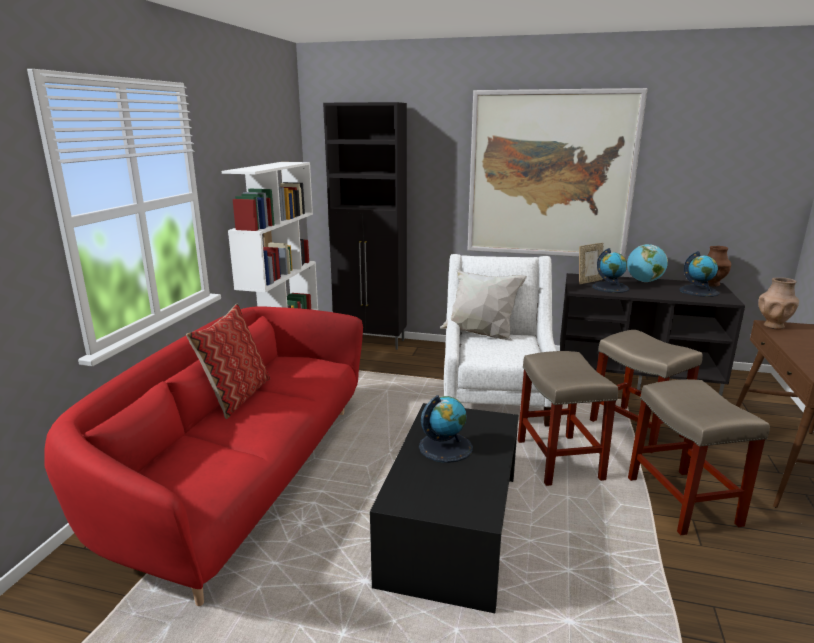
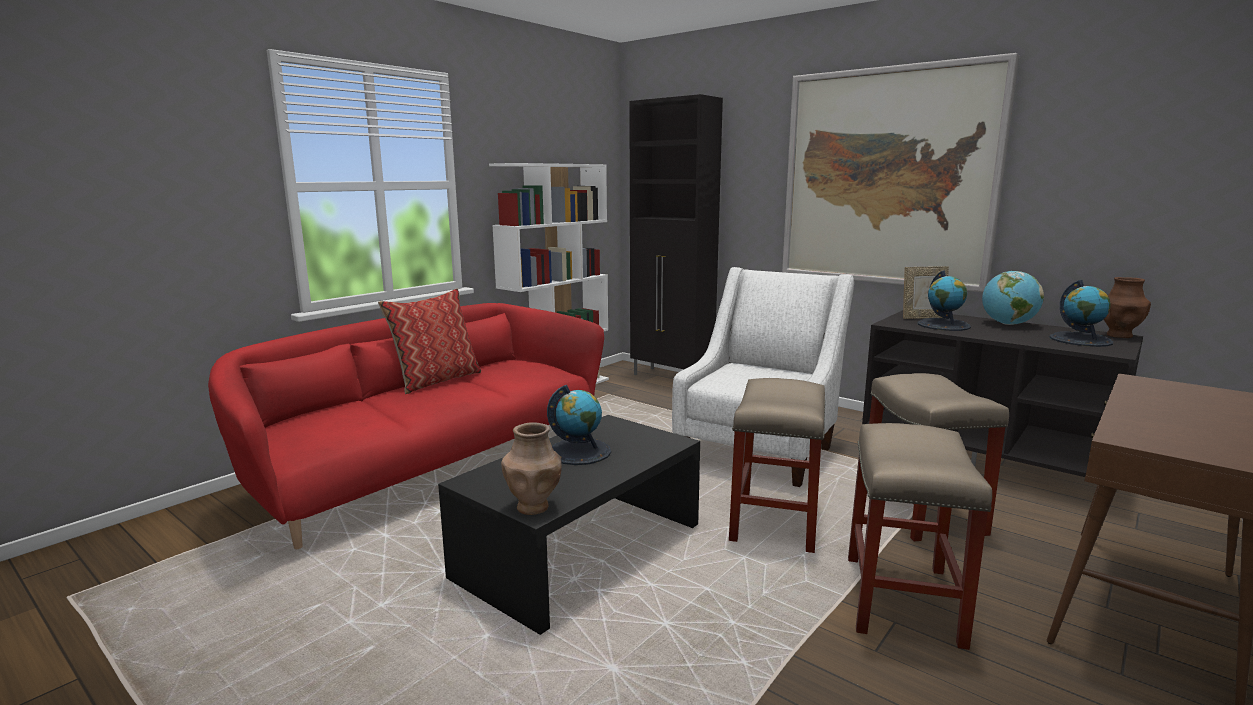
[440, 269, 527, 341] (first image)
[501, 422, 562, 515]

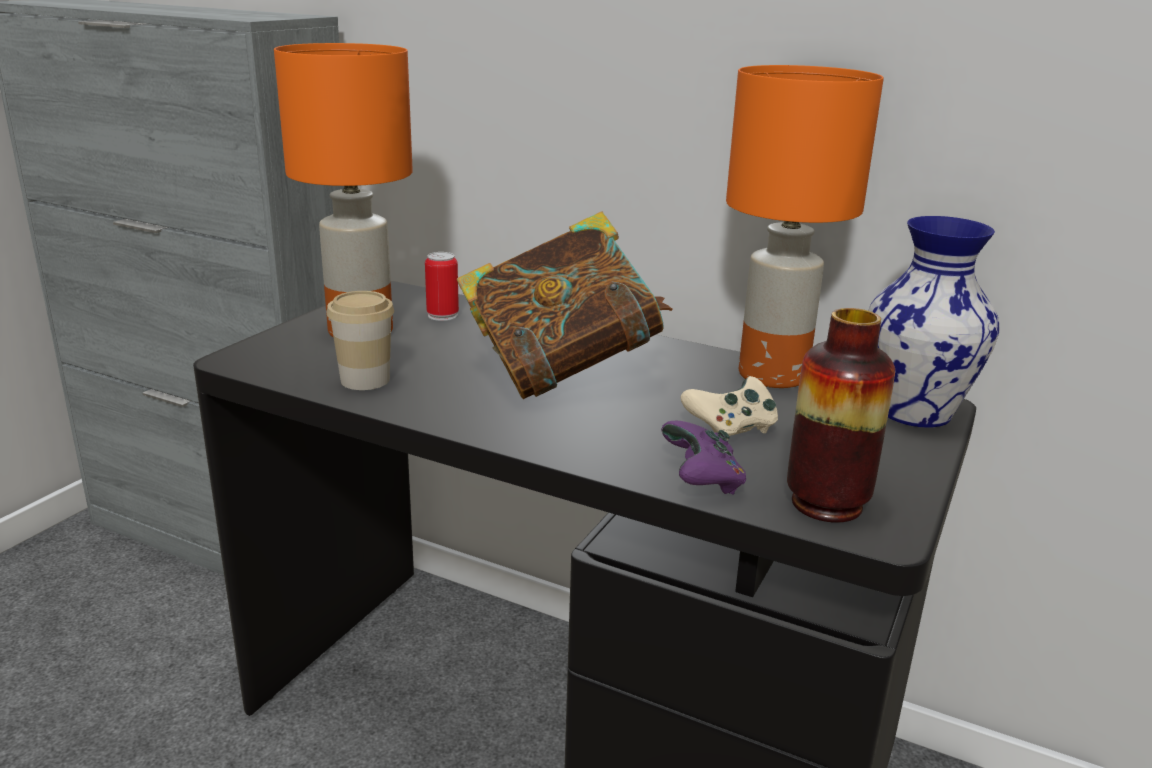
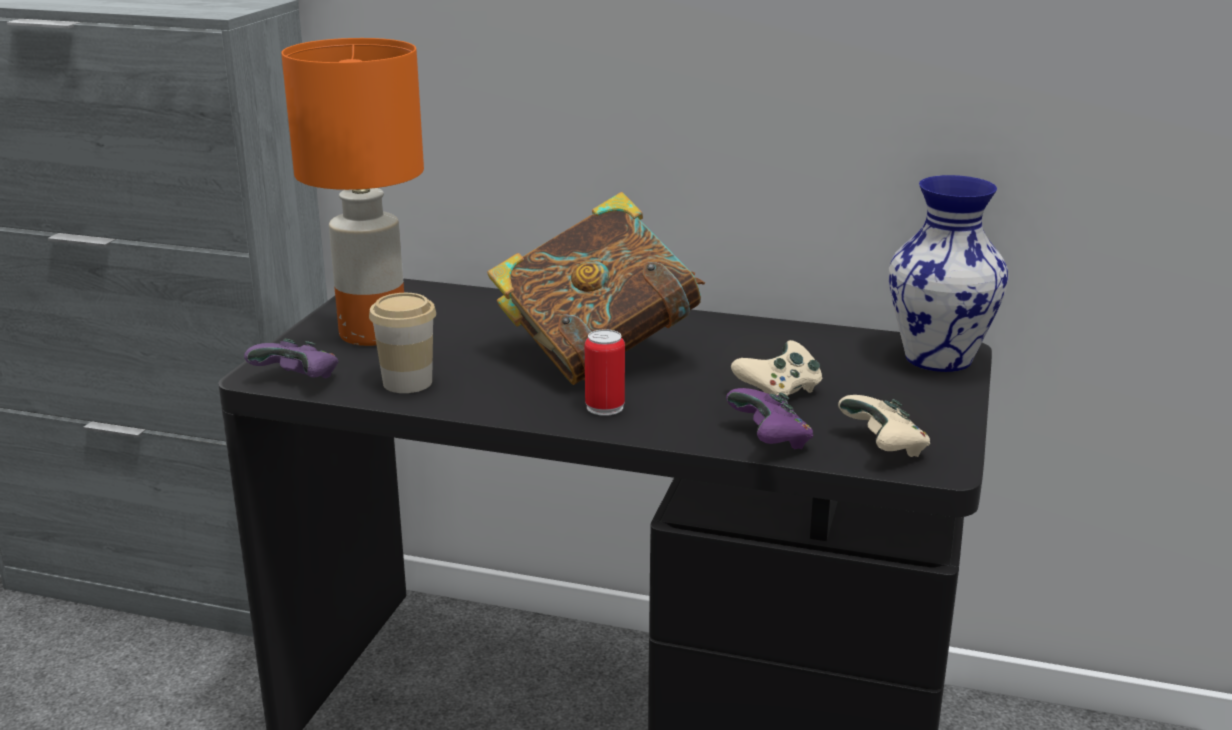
[585, 329, 625, 416]
[726, 65, 884, 388] (first image)
[838, 395, 930, 457]
[244, 339, 339, 379]

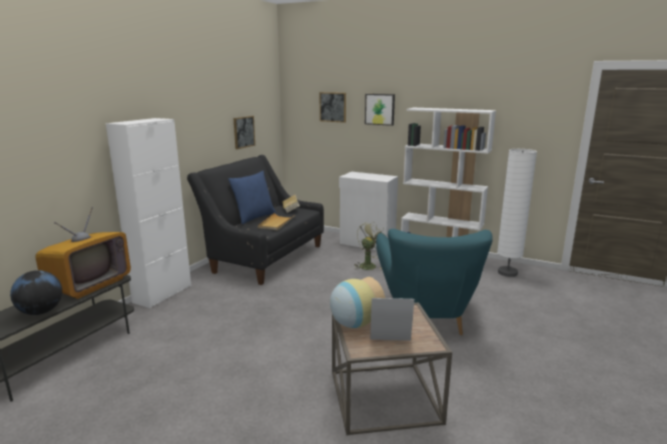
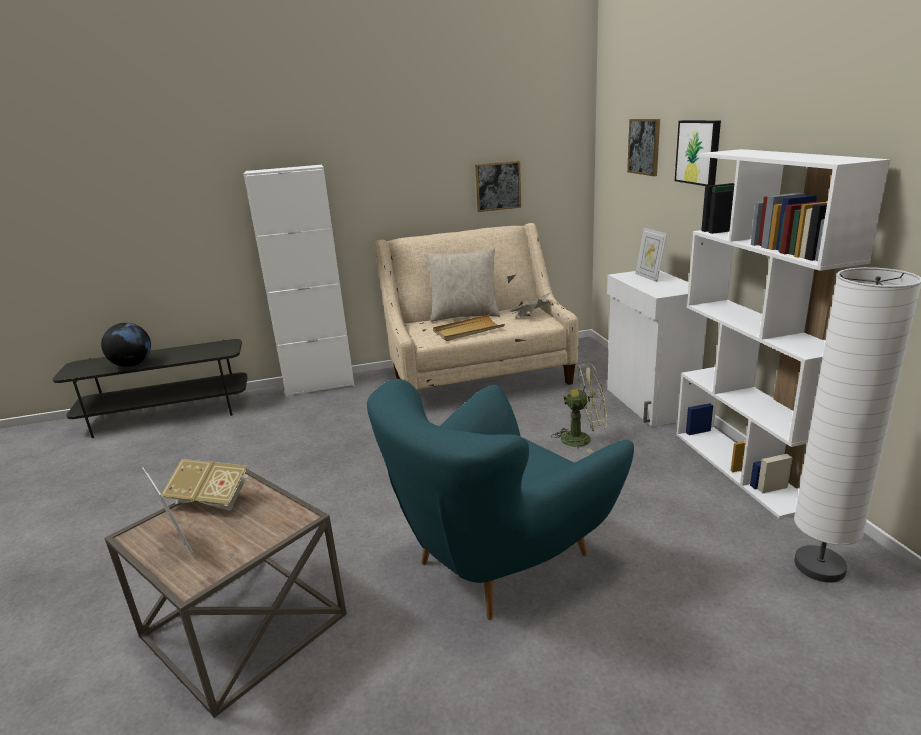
[35, 207, 131, 299] (first image)
[375, 223, 578, 391]
[426, 248, 500, 322]
[161, 459, 248, 511]
[635, 228, 667, 282]

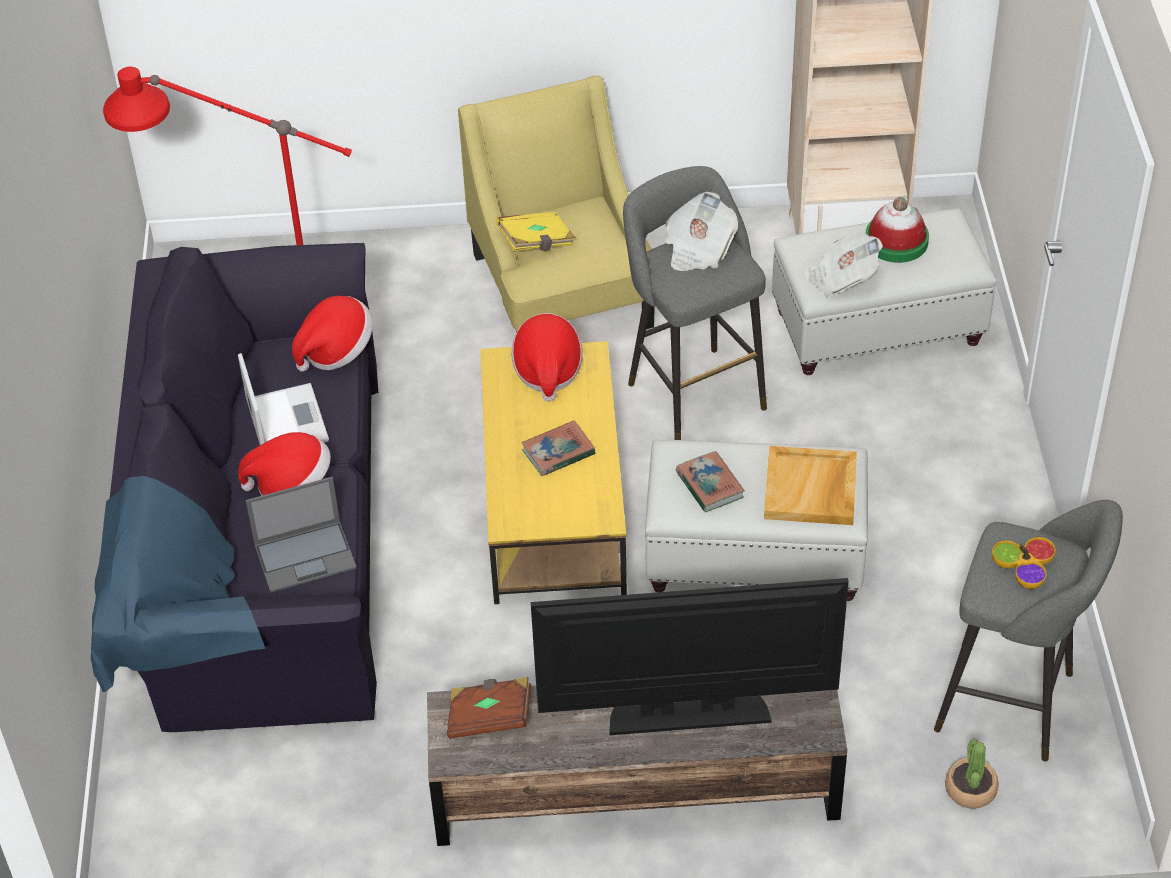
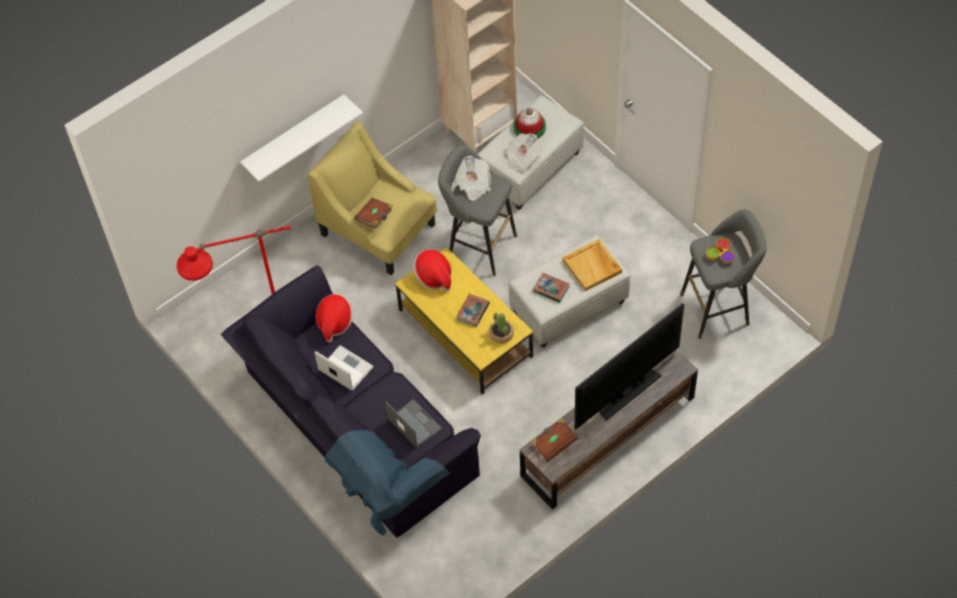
[238, 432, 331, 496] (first image)
[385, 399, 442, 448]
[354, 198, 393, 228]
[489, 313, 514, 343]
[240, 94, 363, 182]

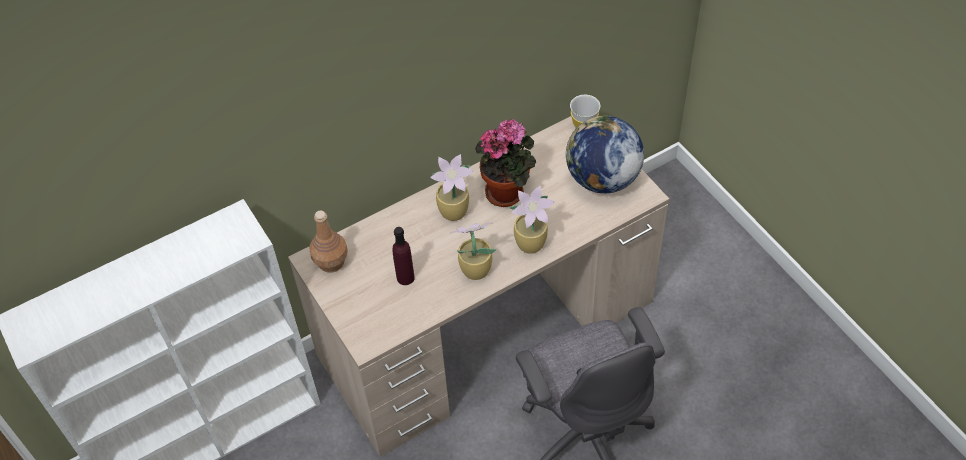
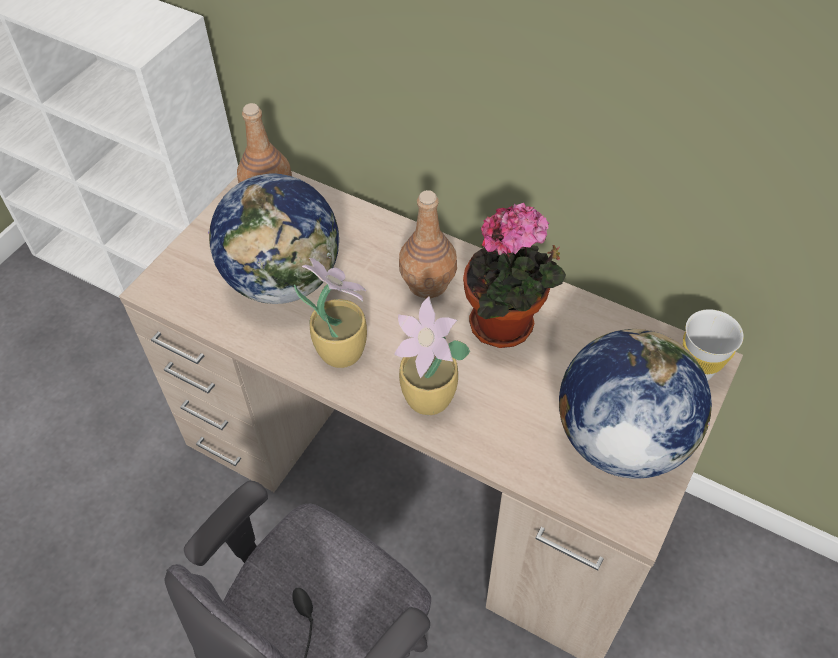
[208, 173, 339, 304]
[399, 190, 457, 298]

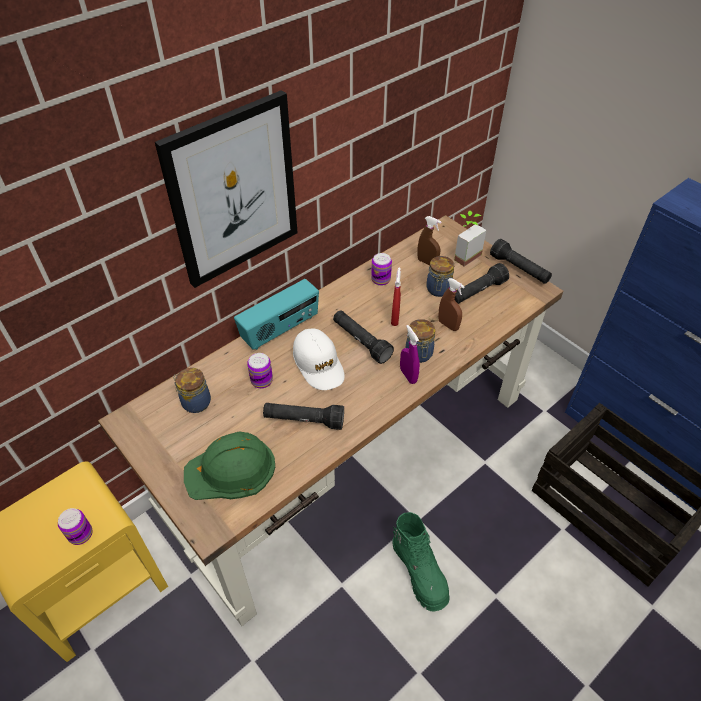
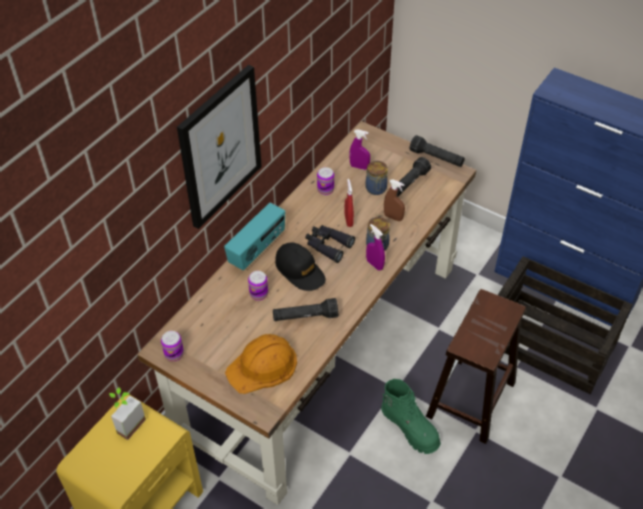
[161, 331, 184, 361]
[173, 368, 211, 413] (first image)
[225, 334, 297, 394]
[275, 242, 326, 291]
[305, 225, 355, 263]
[349, 129, 370, 170]
[109, 387, 146, 440]
[426, 289, 526, 444]

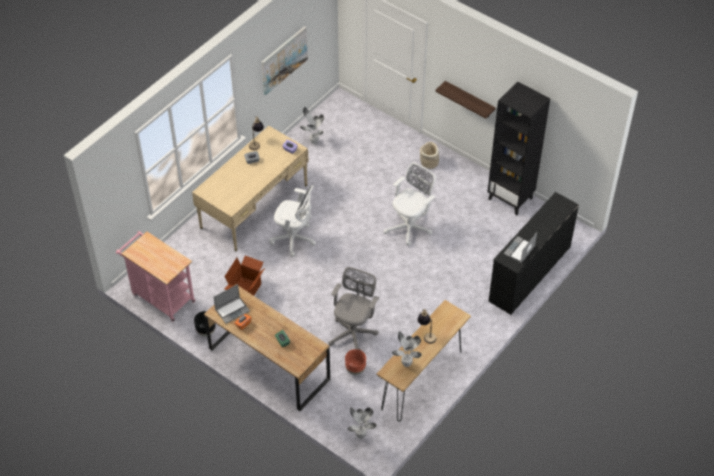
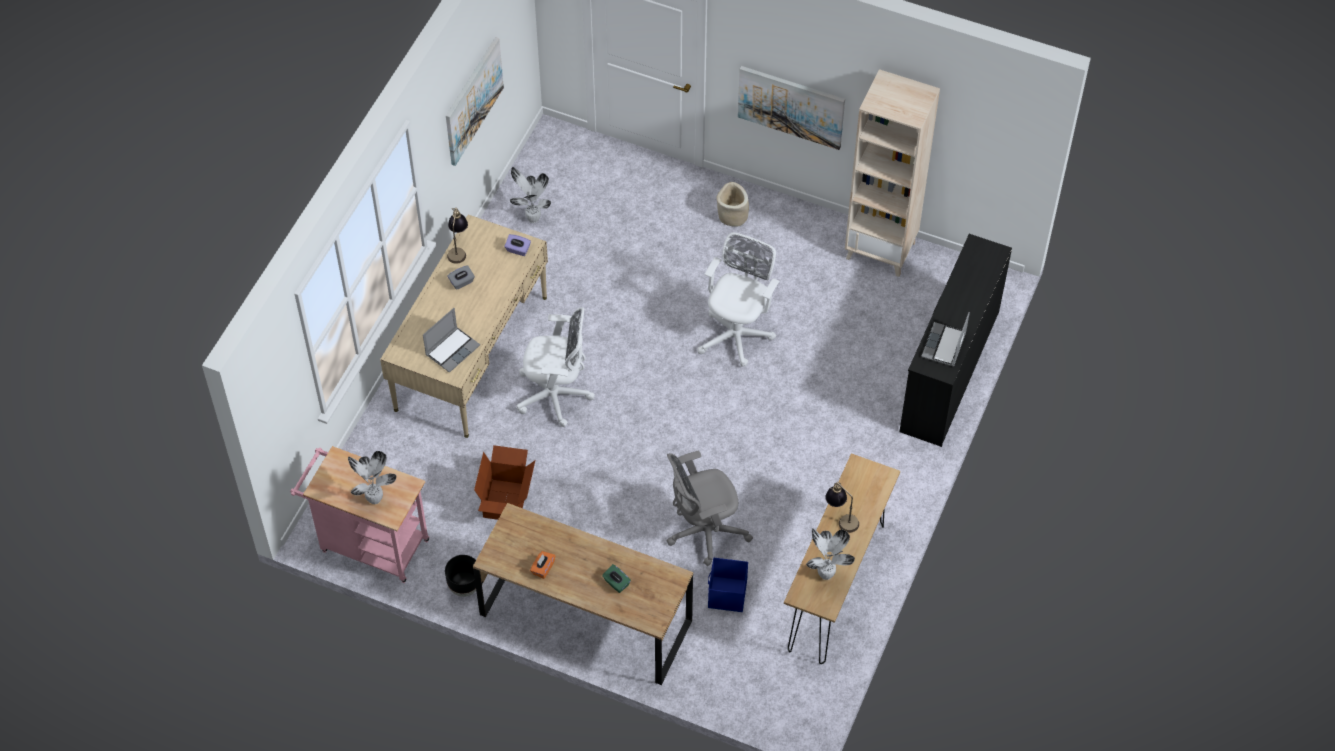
[423, 308, 480, 373]
[667, 450, 753, 566]
[708, 558, 748, 612]
[348, 451, 396, 504]
[738, 66, 845, 150]
[845, 69, 940, 277]

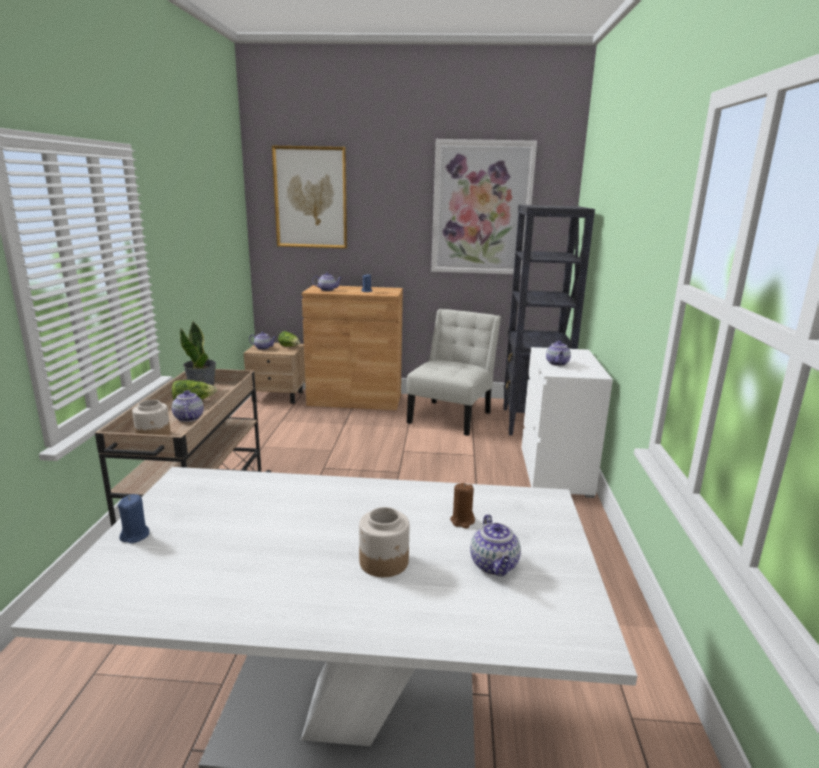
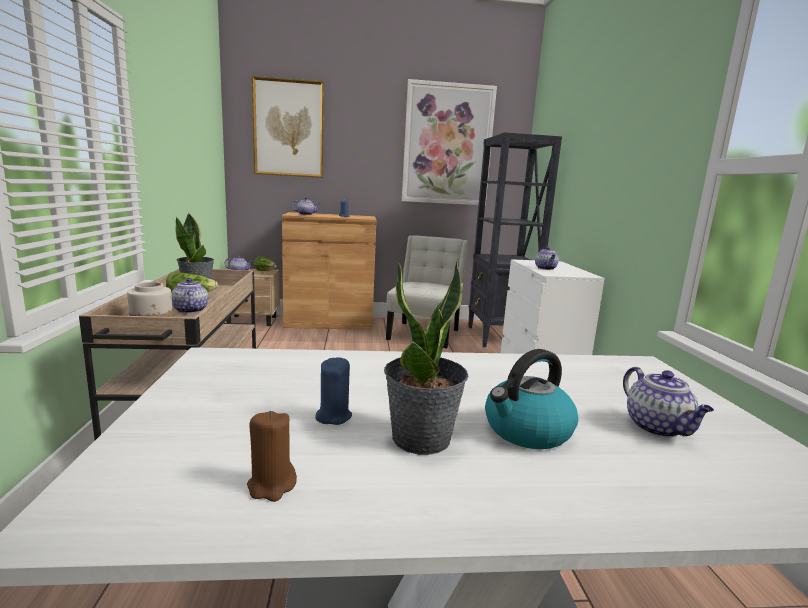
[315, 358, 352, 425]
[485, 349, 578, 449]
[247, 411, 297, 502]
[384, 259, 468, 455]

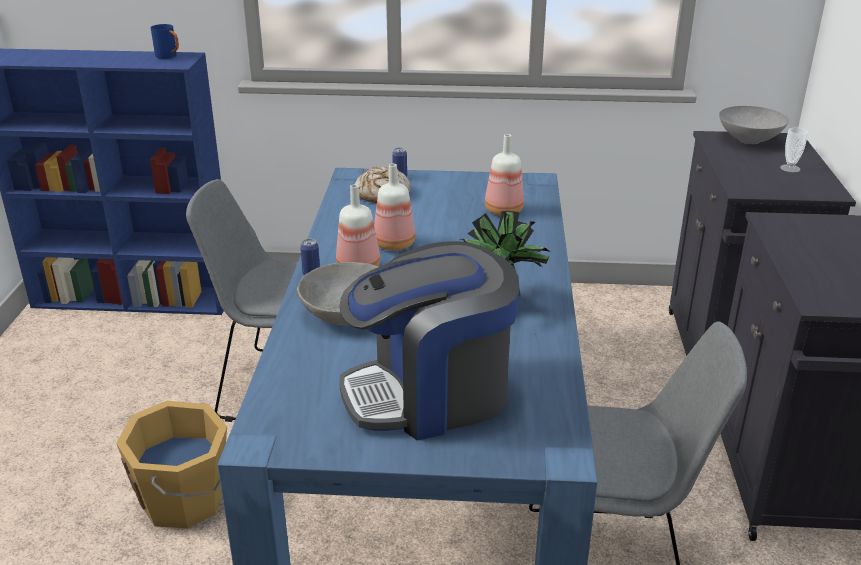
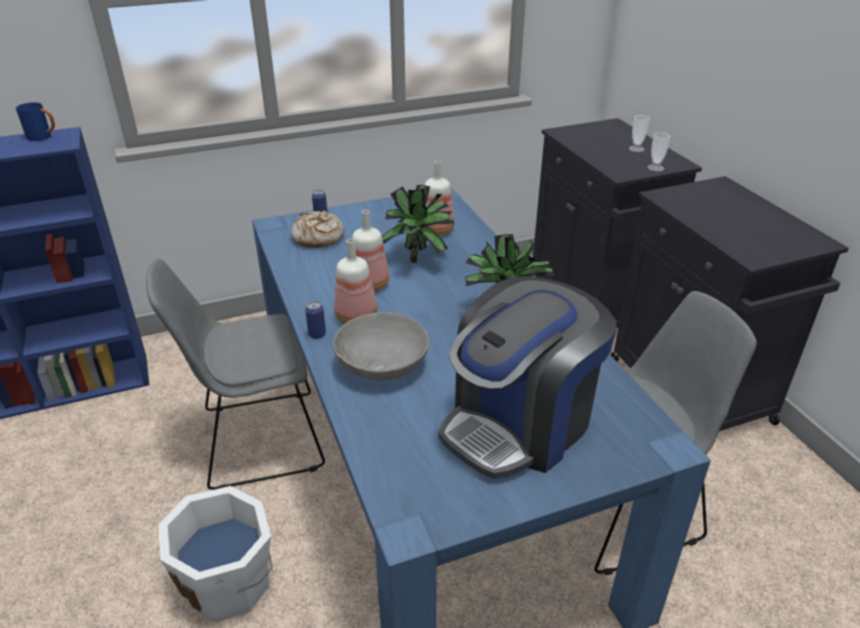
[158, 486, 273, 623]
[719, 106, 789, 144] (first image)
[382, 185, 454, 263]
[647, 132, 670, 172]

